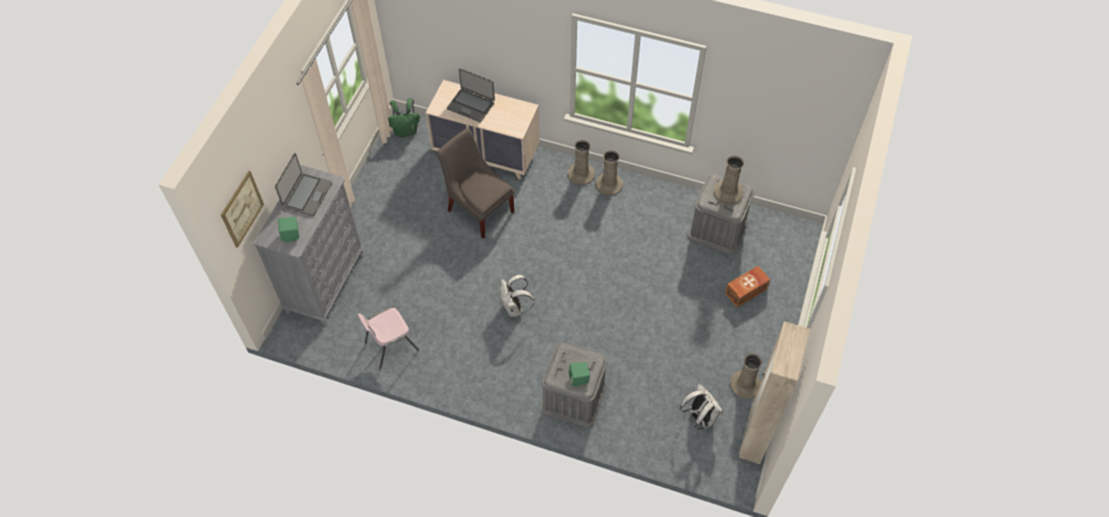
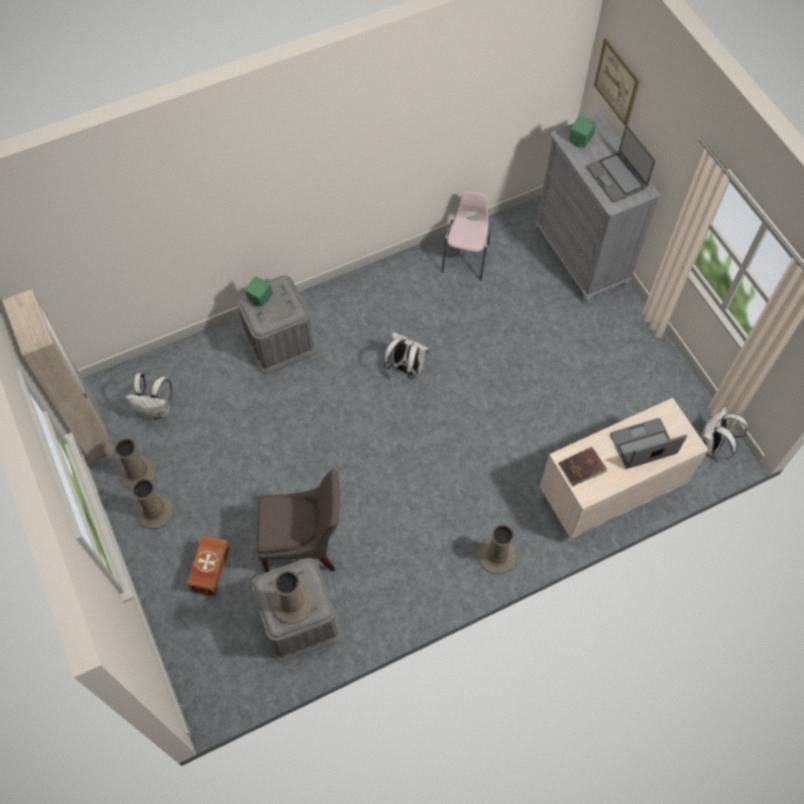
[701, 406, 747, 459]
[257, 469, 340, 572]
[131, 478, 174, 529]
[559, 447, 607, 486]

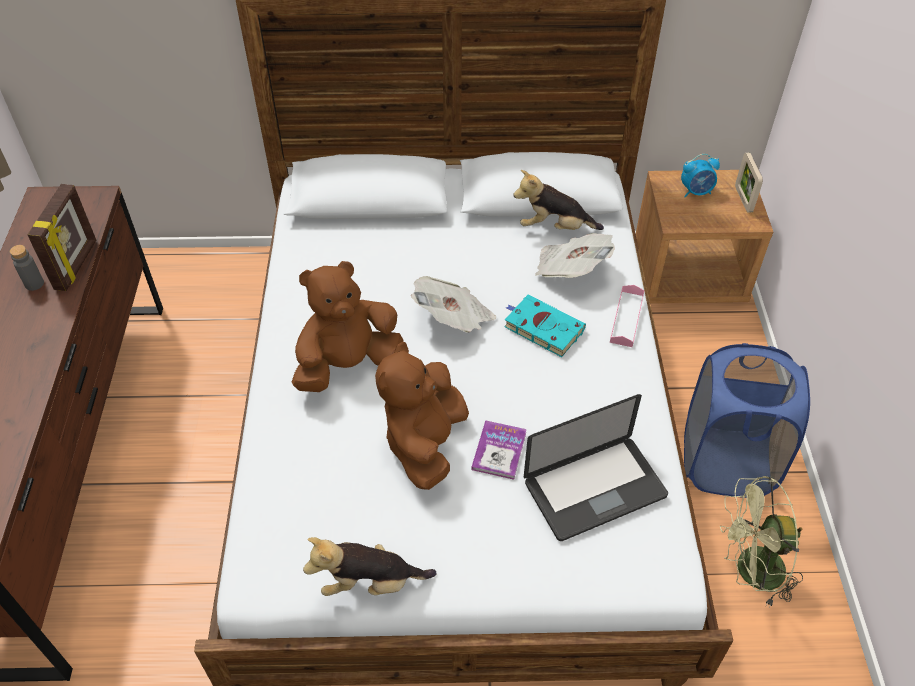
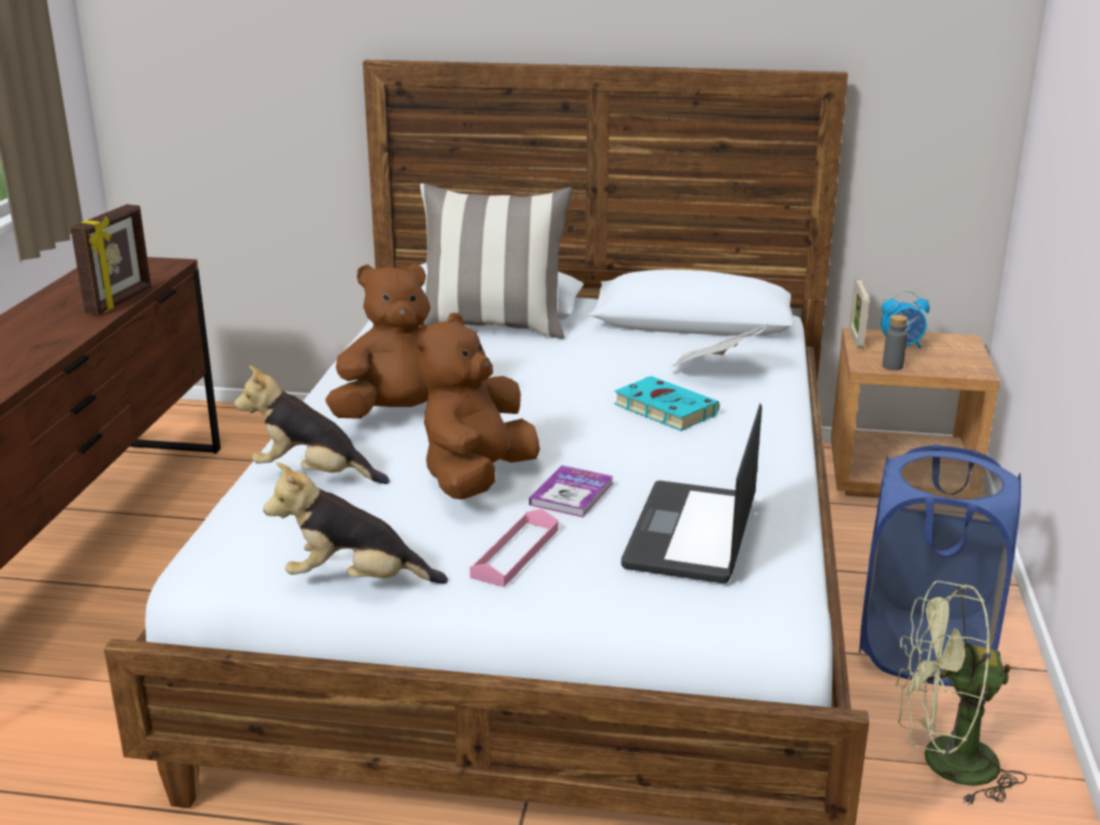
[882, 315, 908, 370]
[411, 276, 496, 332] (first image)
[234, 365, 390, 484]
[621, 404, 762, 583]
[470, 509, 558, 587]
[849, 280, 869, 348]
[420, 184, 572, 339]

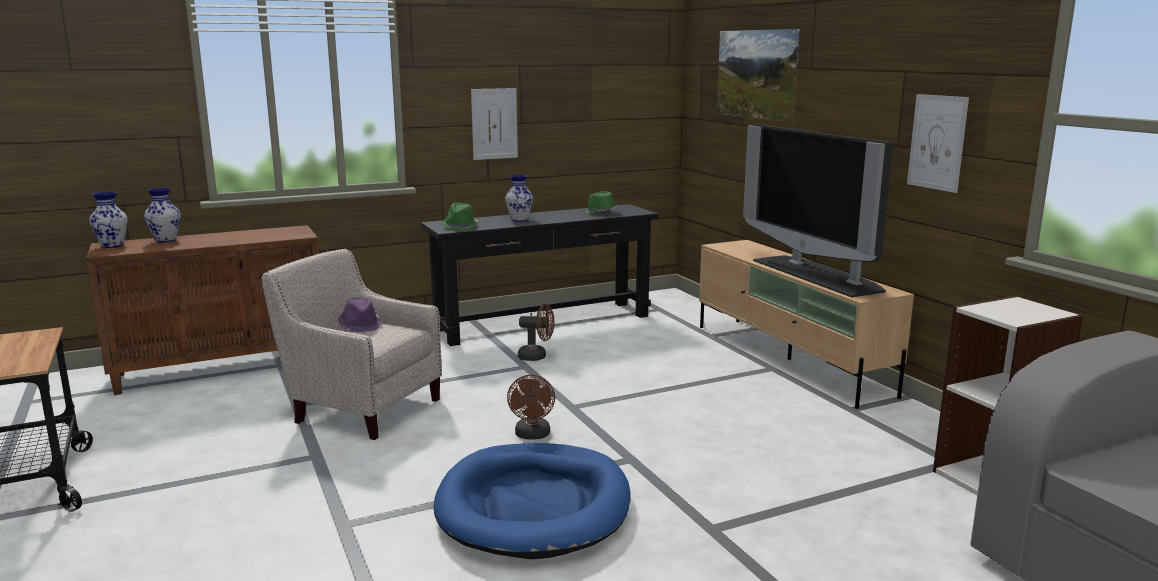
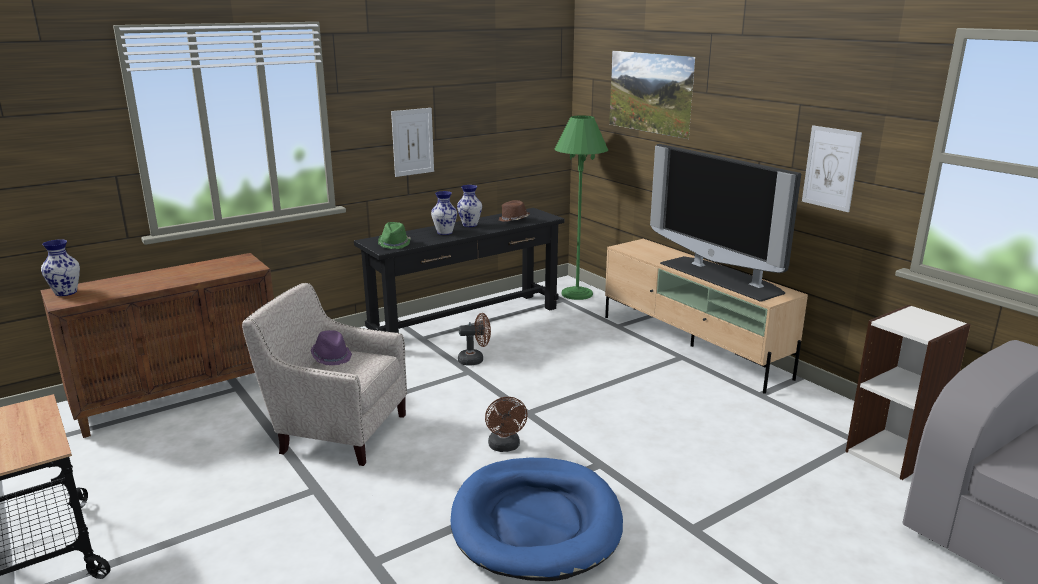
[457, 185, 482, 227]
[499, 200, 530, 222]
[555, 115, 608, 300]

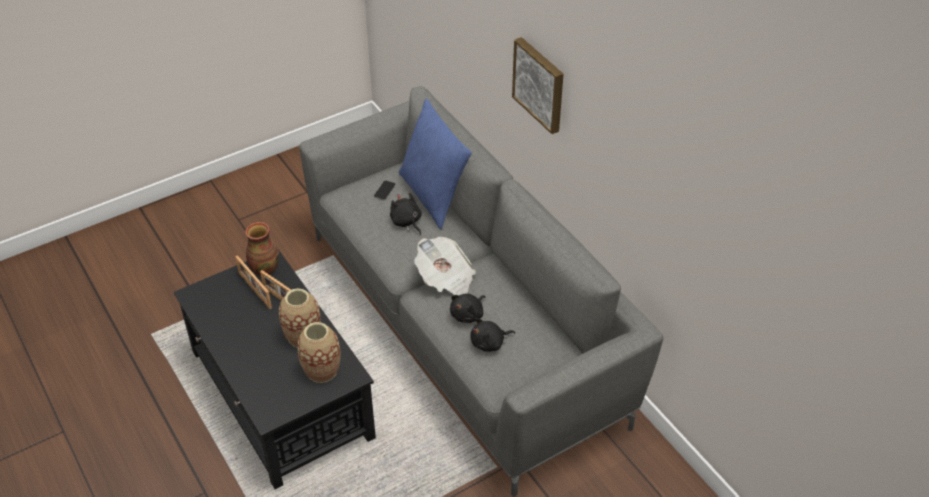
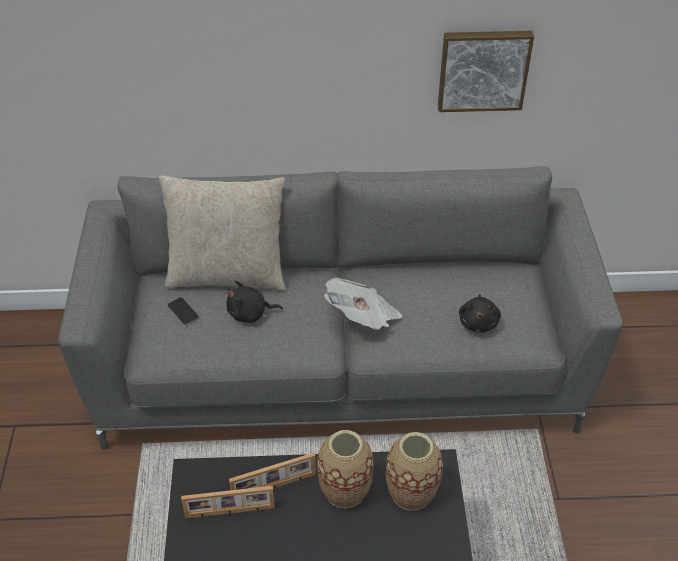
[245, 222, 279, 276] (first image)
[159, 175, 286, 291]
[450, 293, 486, 323] (first image)
[438, 31, 534, 112]

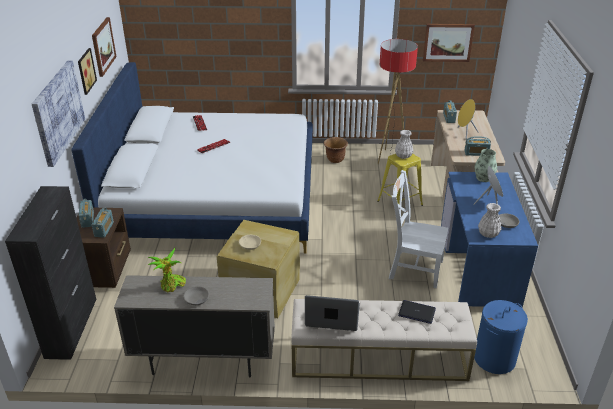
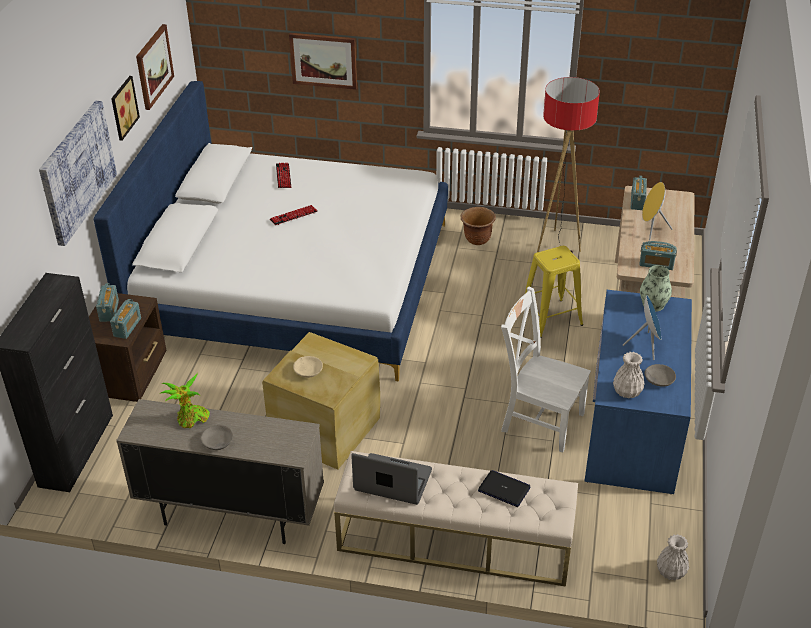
[657, 534, 689, 580]
[289, 33, 357, 90]
[474, 300, 528, 374] (first image)

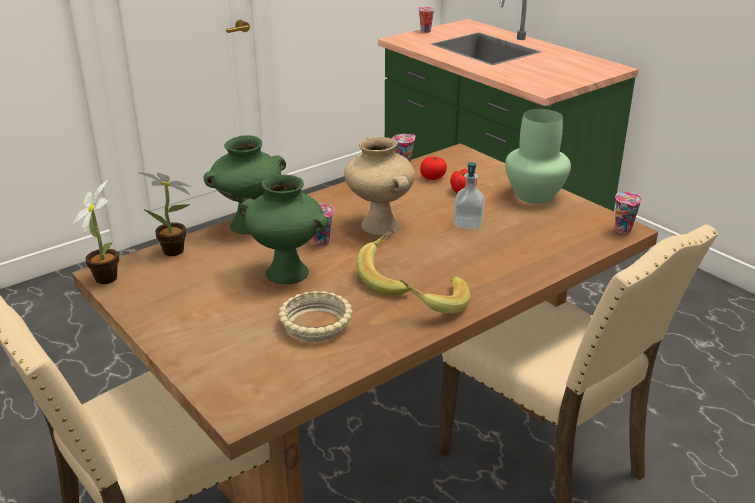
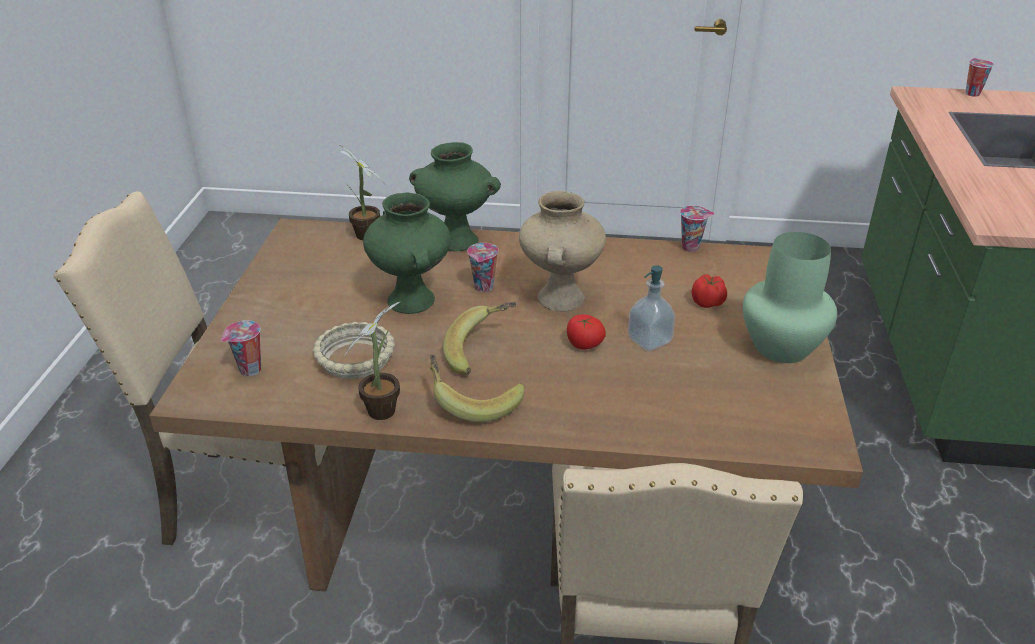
[344, 302, 400, 420]
[567, 314, 606, 349]
[221, 320, 261, 376]

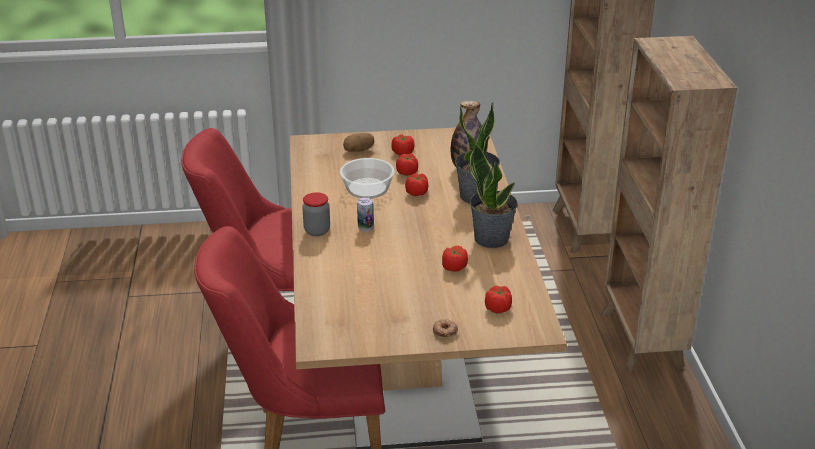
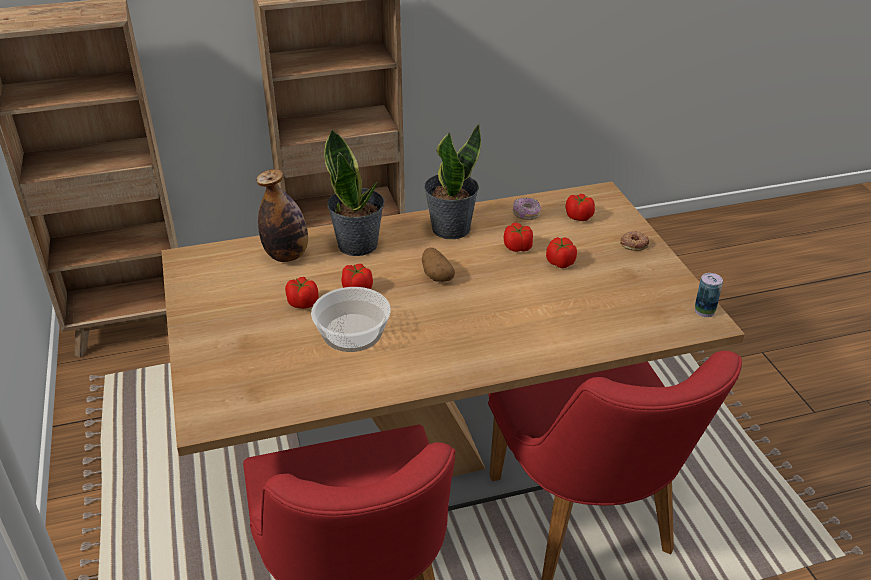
[302, 192, 330, 236] (first image)
[422, 248, 455, 282]
[695, 273, 723, 317]
[546, 237, 577, 268]
[513, 198, 541, 220]

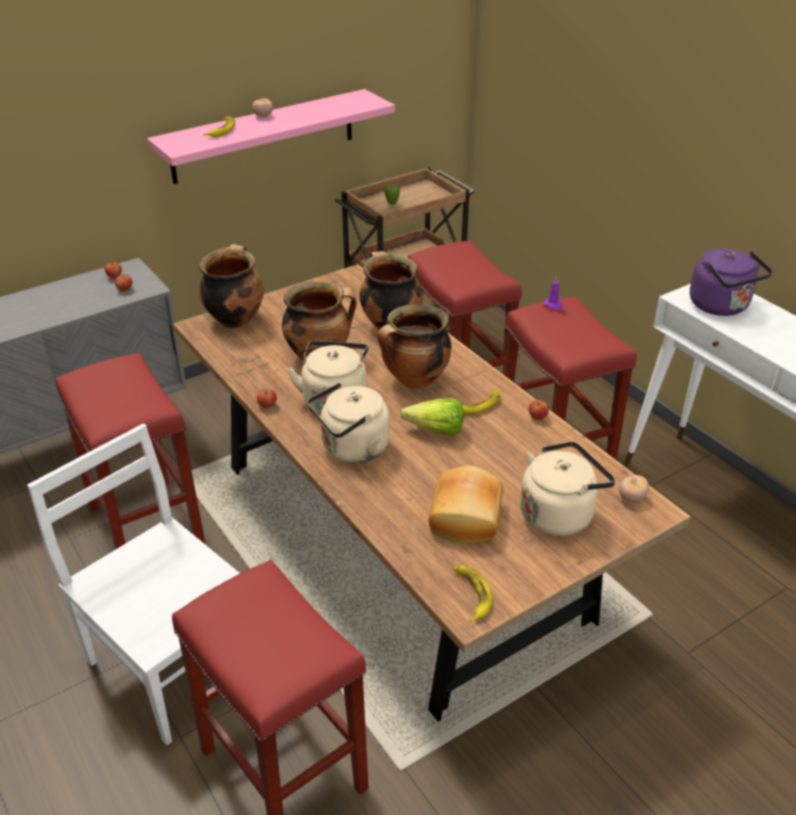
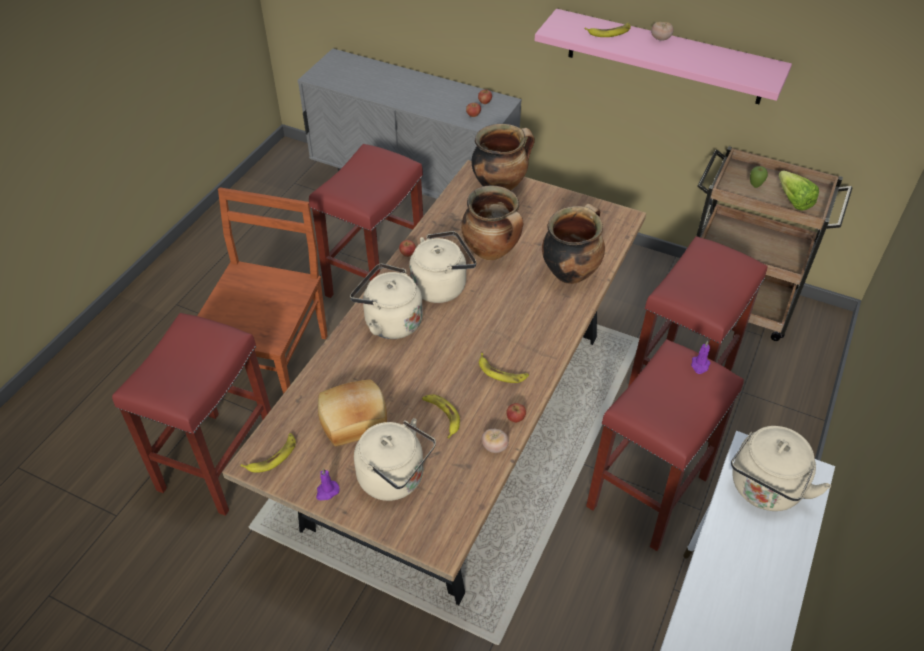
[197, 187, 328, 394]
[377, 305, 451, 389] (first image)
[778, 171, 819, 210]
[482, 429, 509, 453]
[731, 426, 831, 511]
[316, 468, 340, 500]
[422, 394, 460, 439]

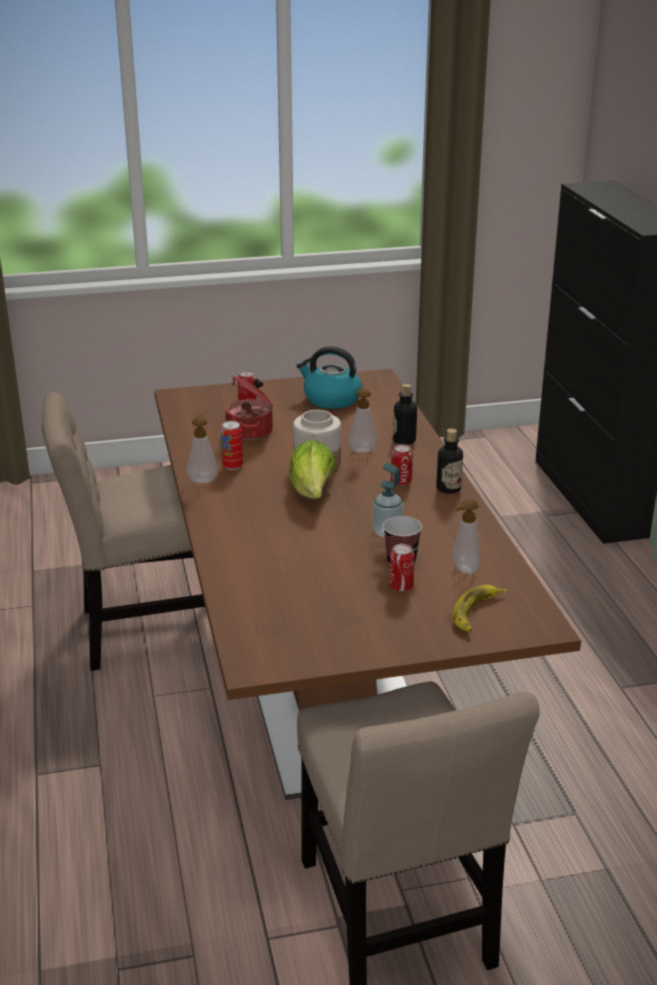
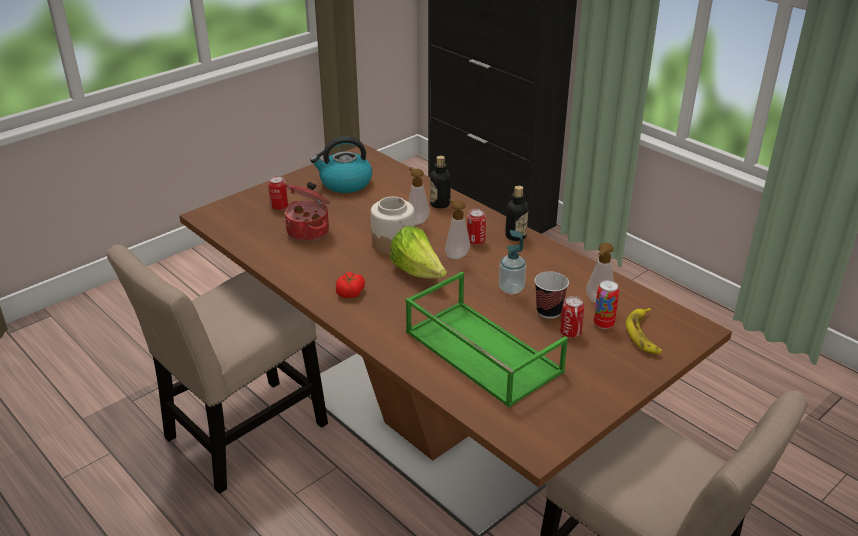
[445, 199, 470, 259]
[594, 280, 619, 329]
[336, 272, 365, 298]
[406, 272, 568, 407]

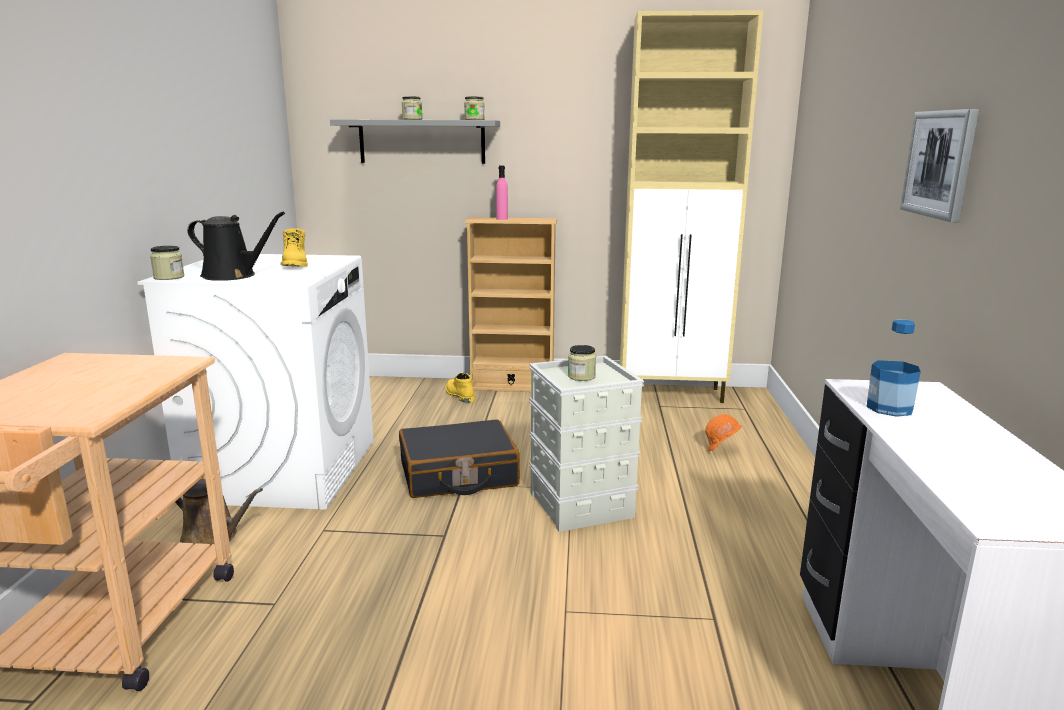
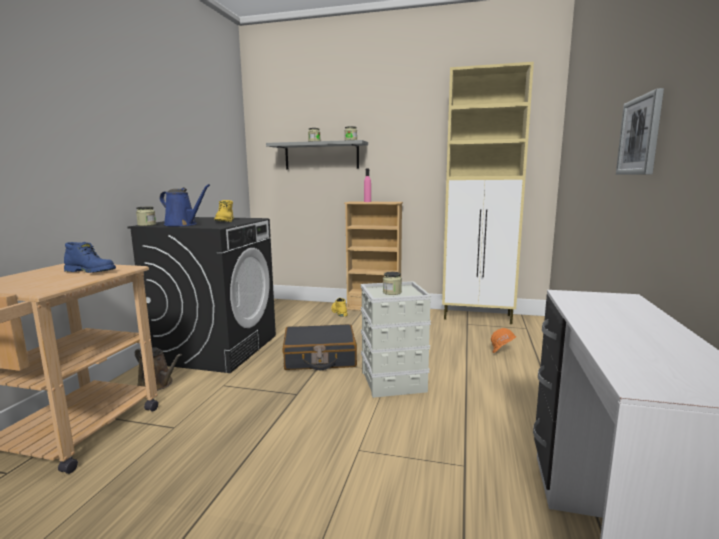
[127, 217, 276, 373]
[160, 184, 210, 226]
[866, 319, 921, 417] (first image)
[64, 242, 116, 273]

